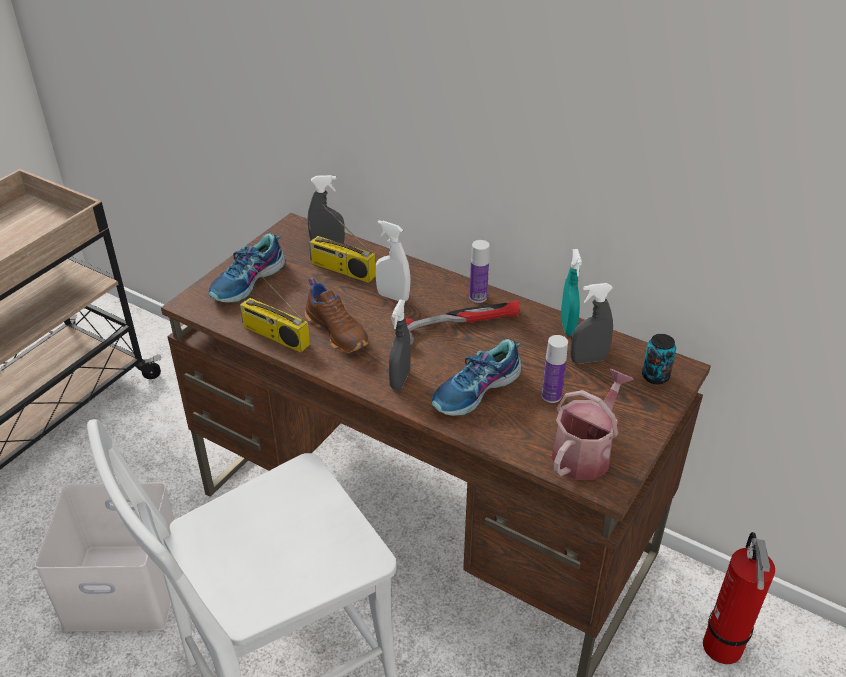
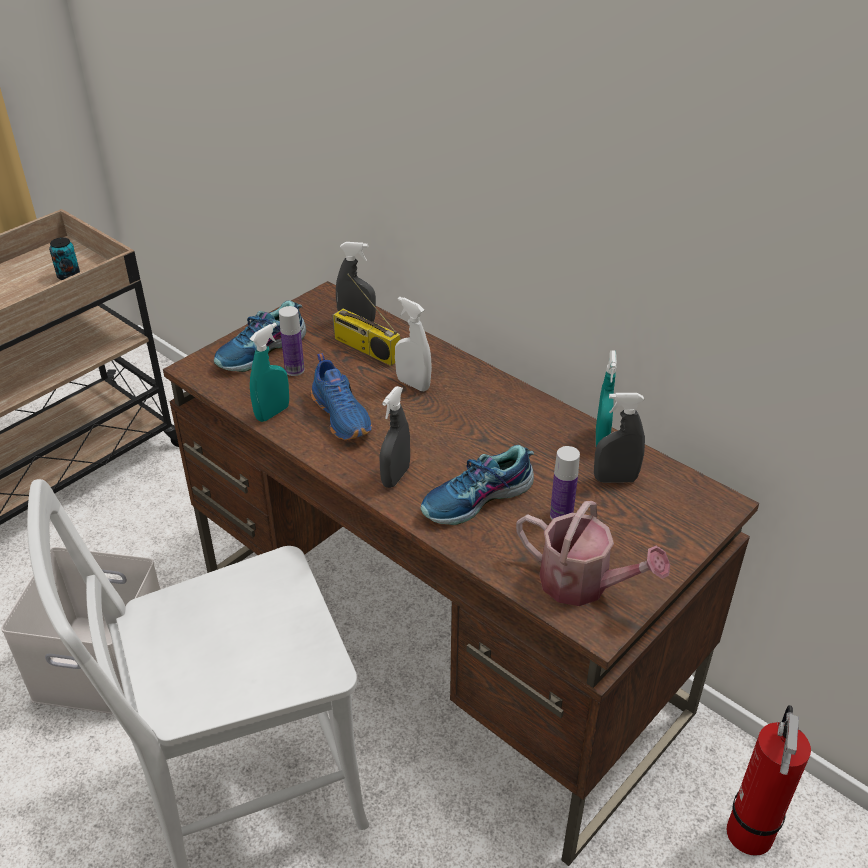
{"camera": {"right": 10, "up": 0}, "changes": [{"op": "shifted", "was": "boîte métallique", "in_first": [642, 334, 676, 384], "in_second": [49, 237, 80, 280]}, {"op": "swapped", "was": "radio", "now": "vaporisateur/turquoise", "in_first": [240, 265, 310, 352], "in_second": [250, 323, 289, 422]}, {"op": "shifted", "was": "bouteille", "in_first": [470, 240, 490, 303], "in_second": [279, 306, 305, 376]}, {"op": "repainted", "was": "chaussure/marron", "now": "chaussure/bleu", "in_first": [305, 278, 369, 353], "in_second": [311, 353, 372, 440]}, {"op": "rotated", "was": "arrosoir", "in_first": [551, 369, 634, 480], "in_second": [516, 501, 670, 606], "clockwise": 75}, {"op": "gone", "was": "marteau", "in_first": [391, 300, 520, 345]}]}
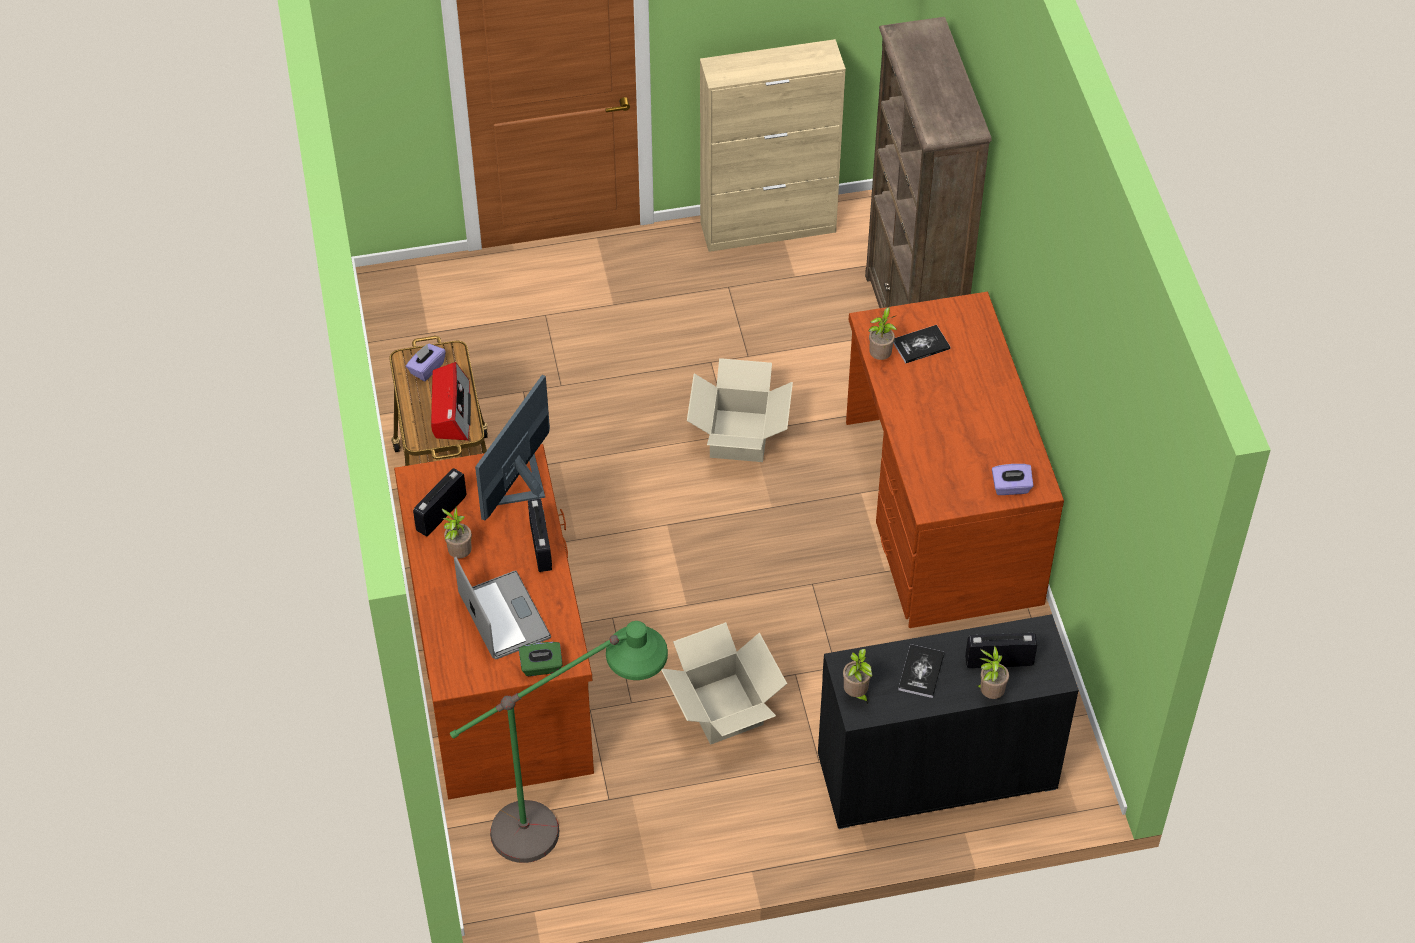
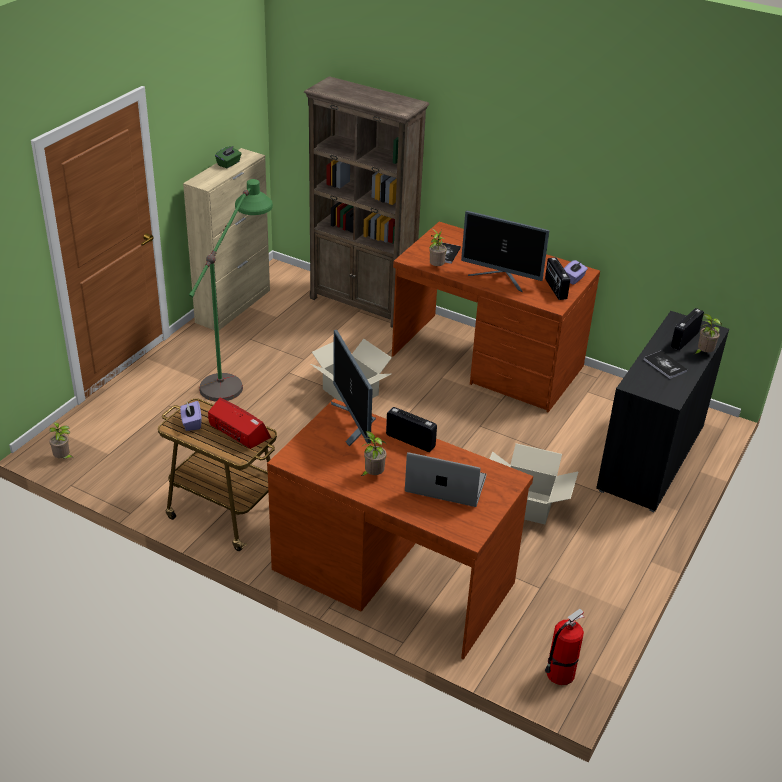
{"camera": {"right": -50, "up": -15}, "changes": [{"op": "shifted", "was": "plante en pot", "in_first": [843, 649, 872, 705], "in_second": [49, 422, 74, 459]}, {"op": "shifted", "was": "lampadaire/vert", "in_first": [450, 621, 668, 863], "in_second": [189, 179, 273, 402]}, {"op": "shifted", "was": "boîte à mouchoirs/vert", "in_first": [519, 642, 563, 676], "in_second": [215, 146, 242, 168]}, {"op": "new", "now": "écran d'ordinateur", "in_second": [461, 211, 550, 292]}, {"op": "new", "now": "extincteur", "in_second": [544, 609, 584, 685]}, {"op": "shifted", "was": "radio", "in_first": [413, 468, 466, 536], "in_second": [545, 257, 570, 300]}]}
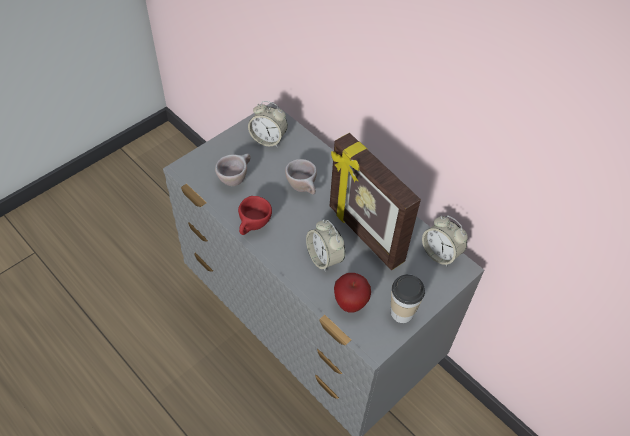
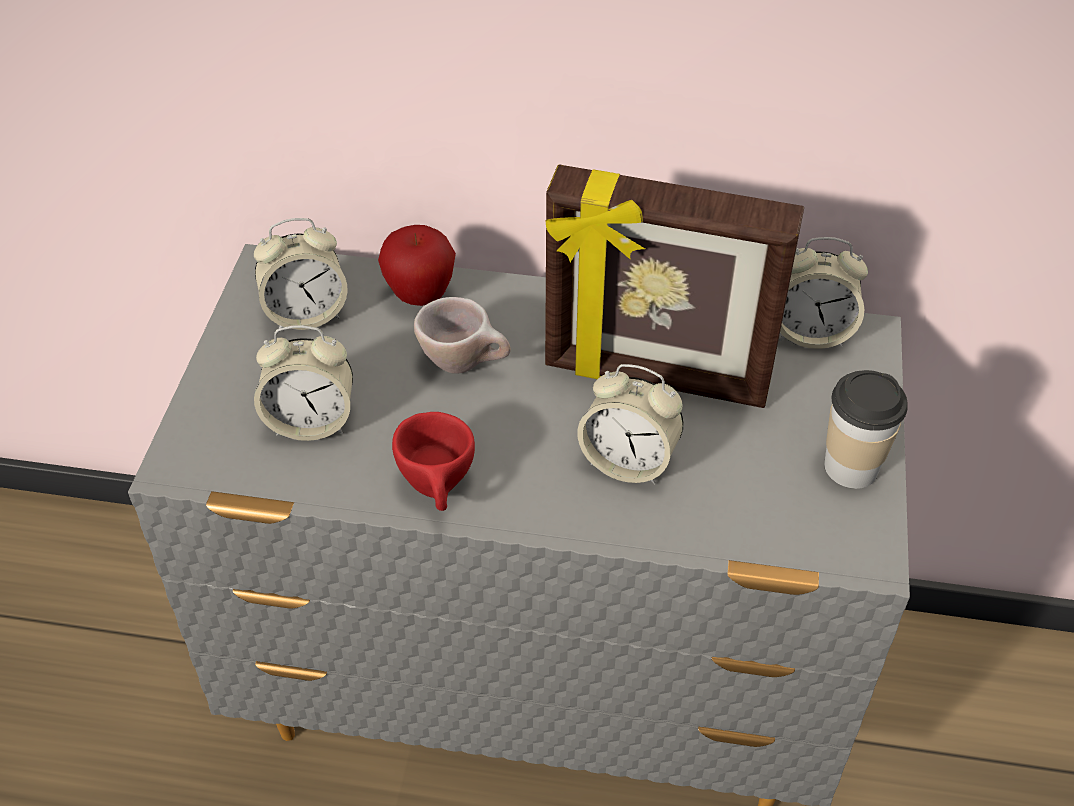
{"camera": {"right": -35, "up": -5}, "changes": [{"op": "swapped", "was": "tasse/beige", "now": "réveil", "in_first": [215, 154, 251, 186], "in_second": [254, 325, 353, 441]}, {"op": "shifted", "was": "pomme", "in_first": [334, 273, 371, 313], "in_second": [378, 225, 456, 306]}]}
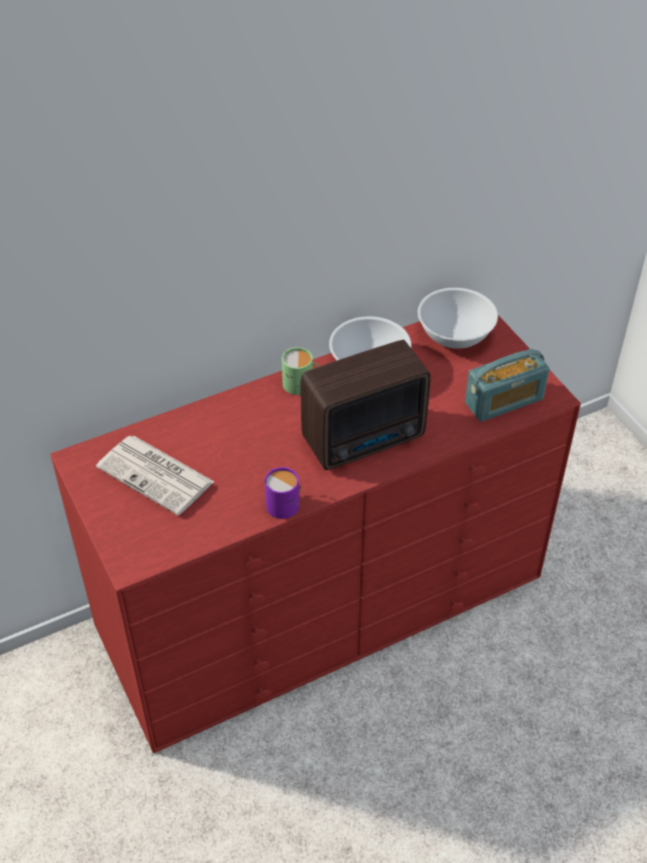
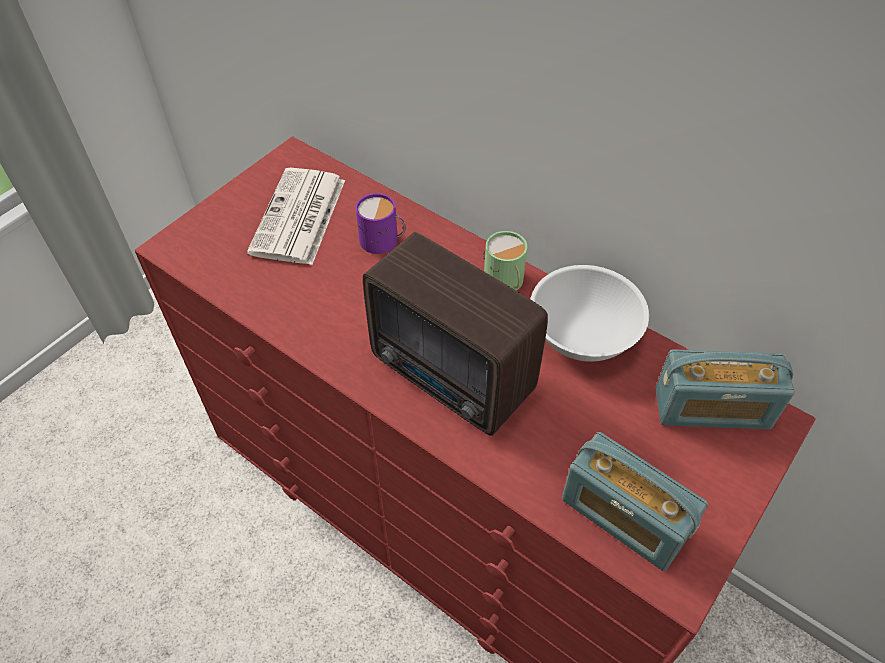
{"camera": {"right": 65, "up": 5}, "changes": [{"op": "shifted", "was": "mug/violet", "in_first": [265, 467, 301, 519], "in_second": [356, 193, 406, 254]}, {"op": "swapped", "was": "bol/blanc", "now": "radio", "in_first": [418, 288, 498, 349], "in_second": [656, 349, 795, 429]}]}
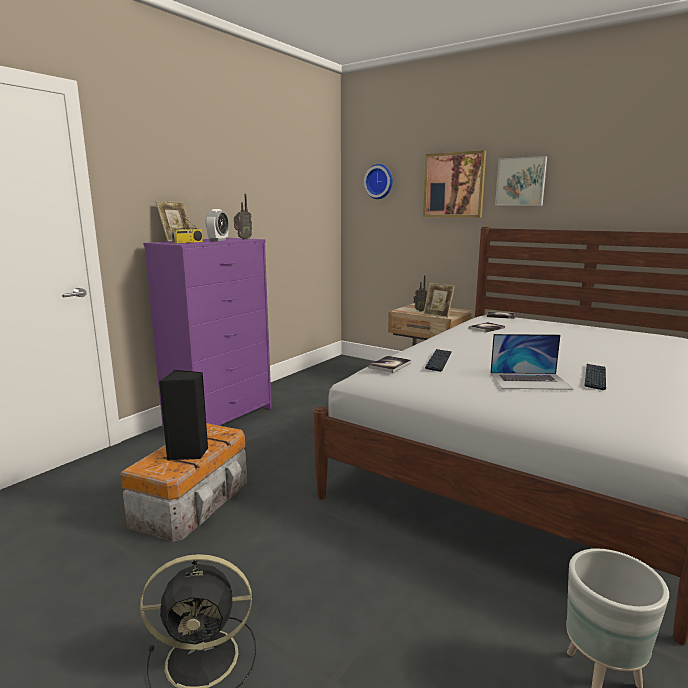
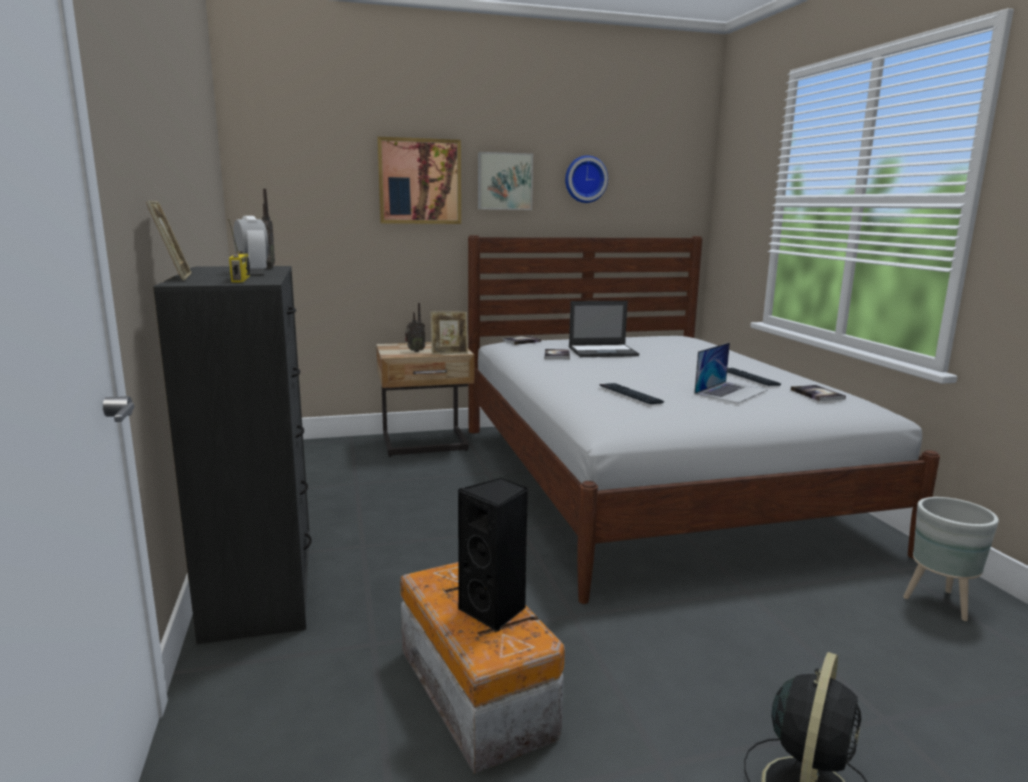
{"camera": {"right": -50, "up": 0}, "changes": [{"op": "repainted", "was": "commode/violet", "now": "commode/noir", "in_first": [143, 238, 272, 429], "in_second": [153, 266, 312, 644]}, {"op": "shifted", "was": "horloge murale", "in_first": [364, 164, 393, 199], "in_second": [565, 155, 608, 203]}, {"op": "new", "now": "ordinateur portable", "in_second": [569, 301, 639, 357]}, {"op": "shifted", "was": "livre", "in_first": [368, 356, 411, 373], "in_second": [791, 385, 846, 401]}]}
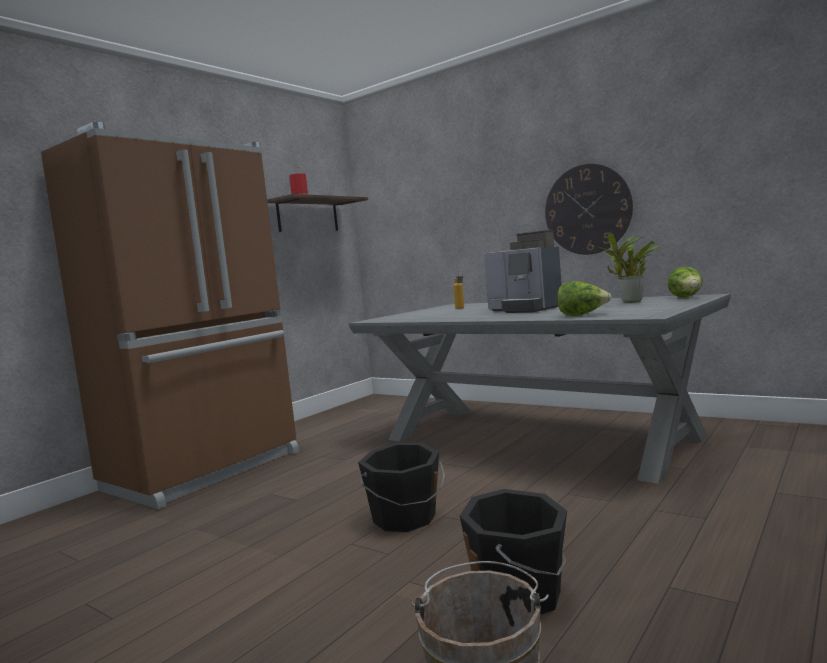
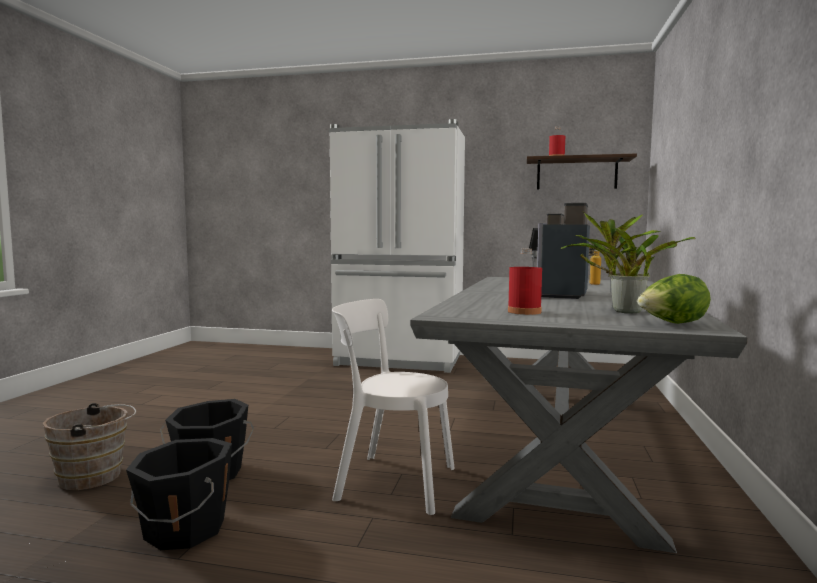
{"camera": {"right": 65, "up": 0}, "changes": [{"op": "shifted", "was": "seau/noir", "in_first": [358, 442, 445, 532], "in_second": [126, 438, 232, 550]}, {"op": "repainted", "was": "réfrigérateur/marron", "now": "réfrigérateur/blanc", "in_first": [41, 122, 299, 509], "in_second": [329, 119, 465, 373]}, {"op": "new", "now": "chaise/blanc", "in_second": [332, 299, 455, 515]}, {"op": "new", "now": "bouteille/rouge", "in_second": [508, 248, 542, 315]}, {"op": "gone", "was": "horloge murale", "in_first": [545, 164, 633, 255]}, {"op": "gone", "was": "laitue", "in_first": [557, 281, 611, 316]}]}
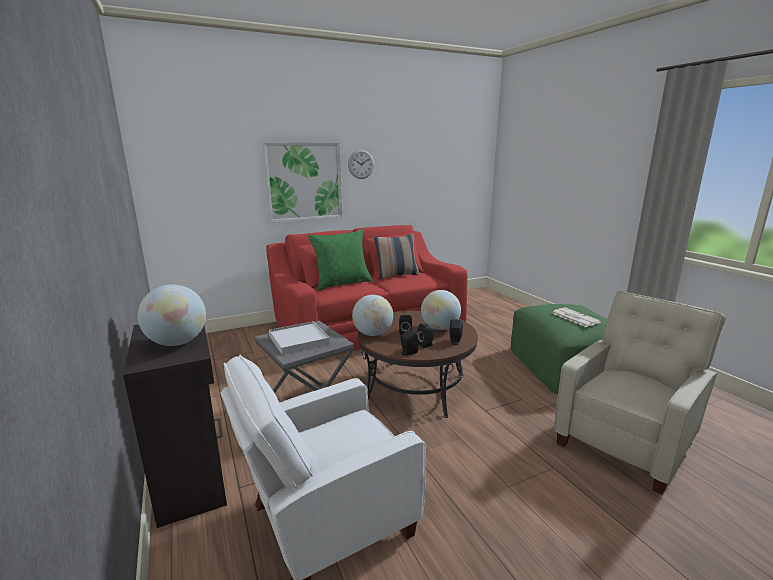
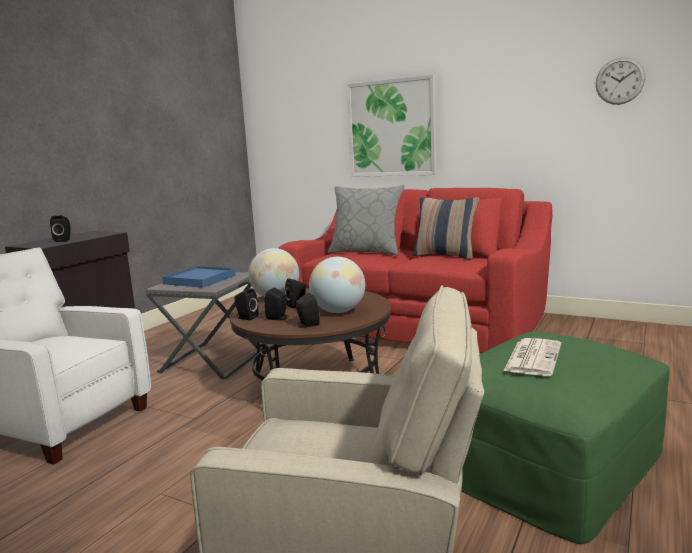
{"camera": {"right": 55, "up": -5}, "changes": [{"op": "swapped", "was": "globe", "now": "enceinte/noir", "in_first": [138, 285, 206, 346], "in_second": [50, 215, 71, 242]}, {"op": "repainted", "was": "plateau/blanc", "now": "plateau/bleu", "in_first": [269, 321, 330, 355], "in_second": [162, 266, 235, 288]}, {"op": "repainted", "was": "coussin/vert", "now": "coussin/gris", "in_first": [308, 229, 373, 291], "in_second": [328, 185, 405, 255]}, {"op": "shifted", "was": "horloge murale", "in_first": [348, 150, 374, 179], "in_second": [596, 57, 646, 105]}]}
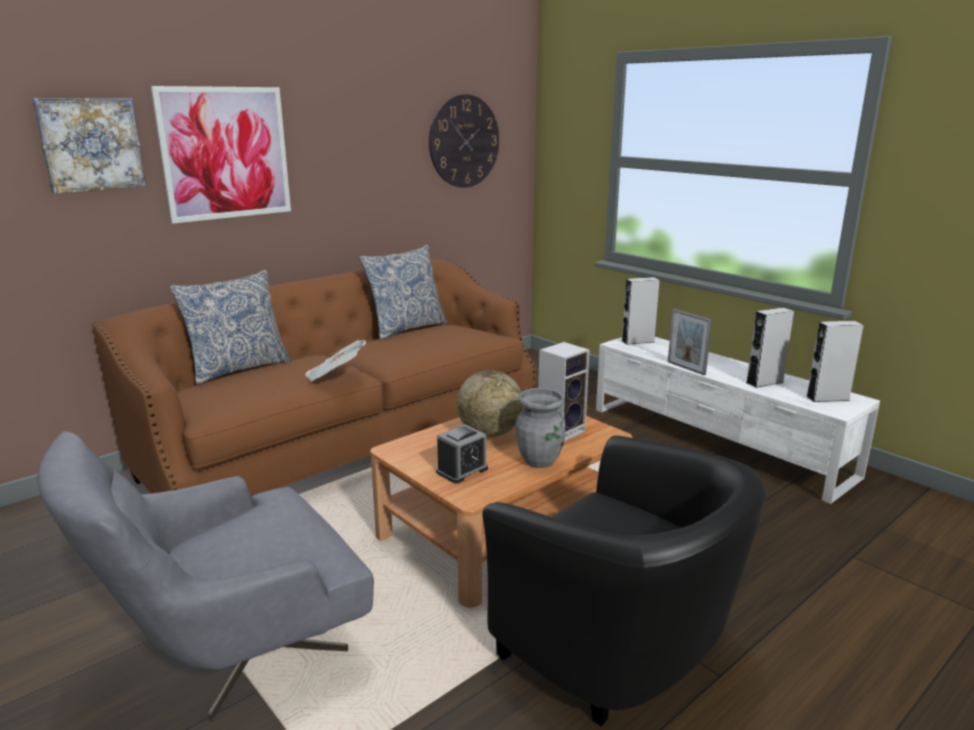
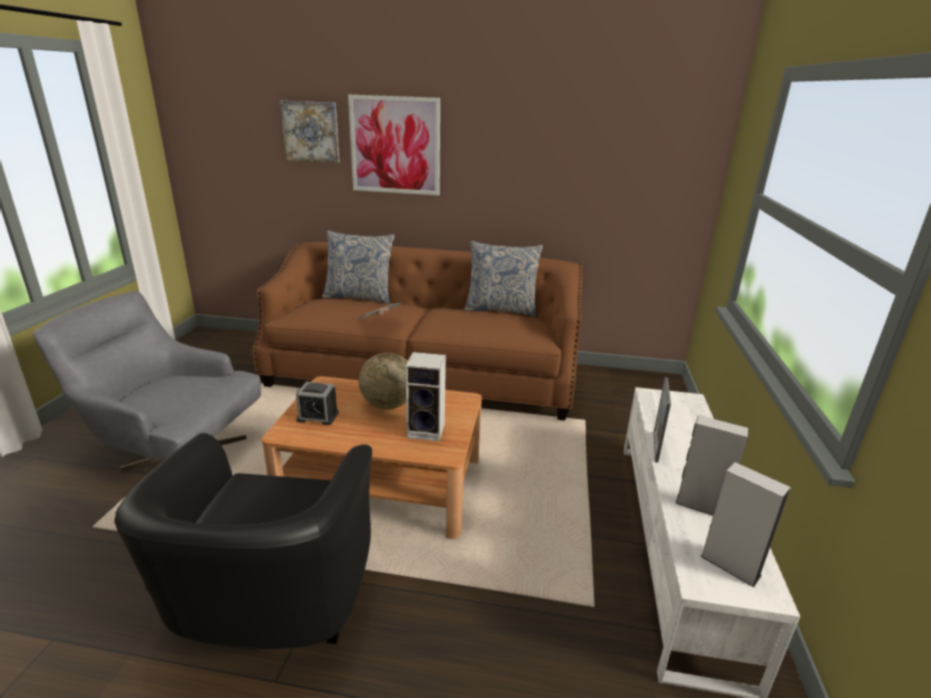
{"camera": {"right": 50, "up": 5}, "changes": [{"op": "gone", "was": "horloge murale", "in_first": [429, 94, 499, 188]}, {"op": "gone", "was": "vase/gris", "in_first": [516, 388, 565, 468]}, {"op": "gone", "was": "enceinte/gris", "in_first": [622, 277, 660, 345]}]}
